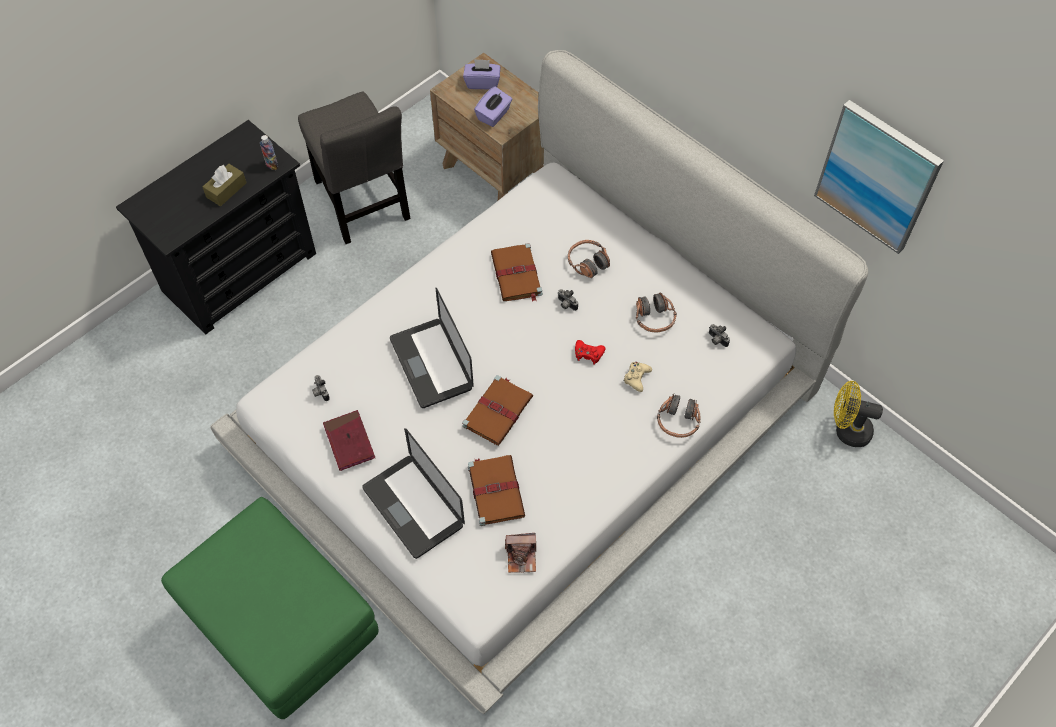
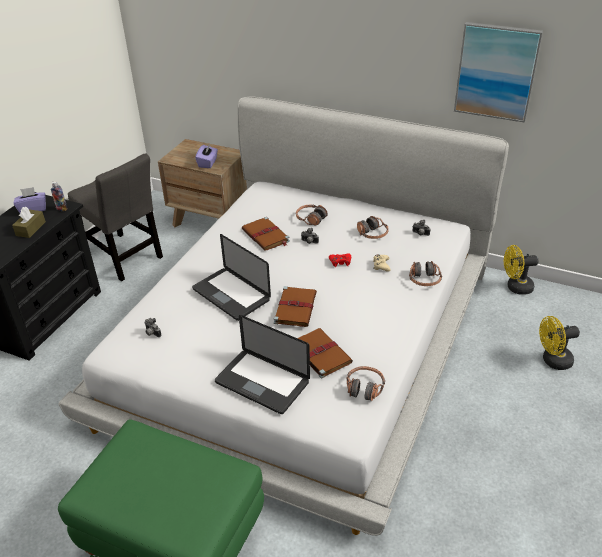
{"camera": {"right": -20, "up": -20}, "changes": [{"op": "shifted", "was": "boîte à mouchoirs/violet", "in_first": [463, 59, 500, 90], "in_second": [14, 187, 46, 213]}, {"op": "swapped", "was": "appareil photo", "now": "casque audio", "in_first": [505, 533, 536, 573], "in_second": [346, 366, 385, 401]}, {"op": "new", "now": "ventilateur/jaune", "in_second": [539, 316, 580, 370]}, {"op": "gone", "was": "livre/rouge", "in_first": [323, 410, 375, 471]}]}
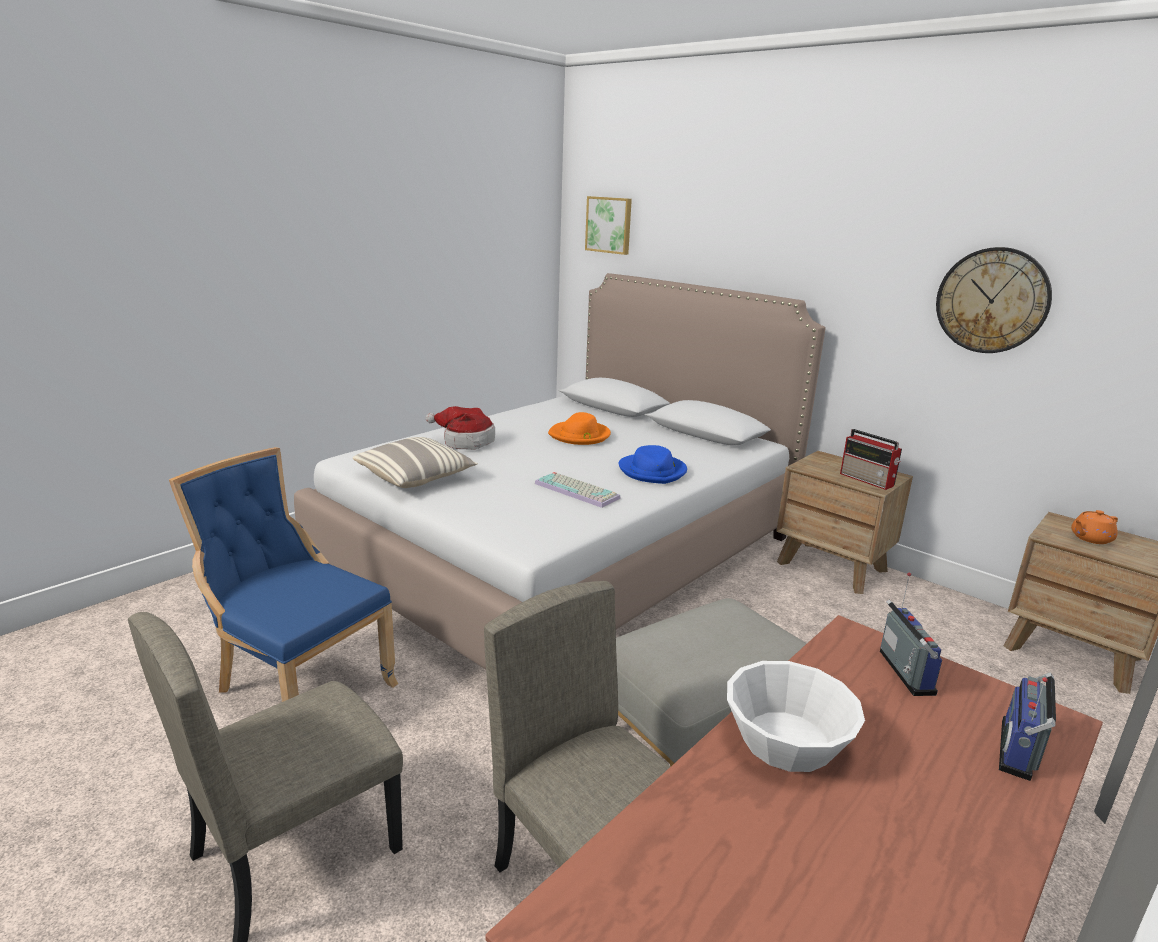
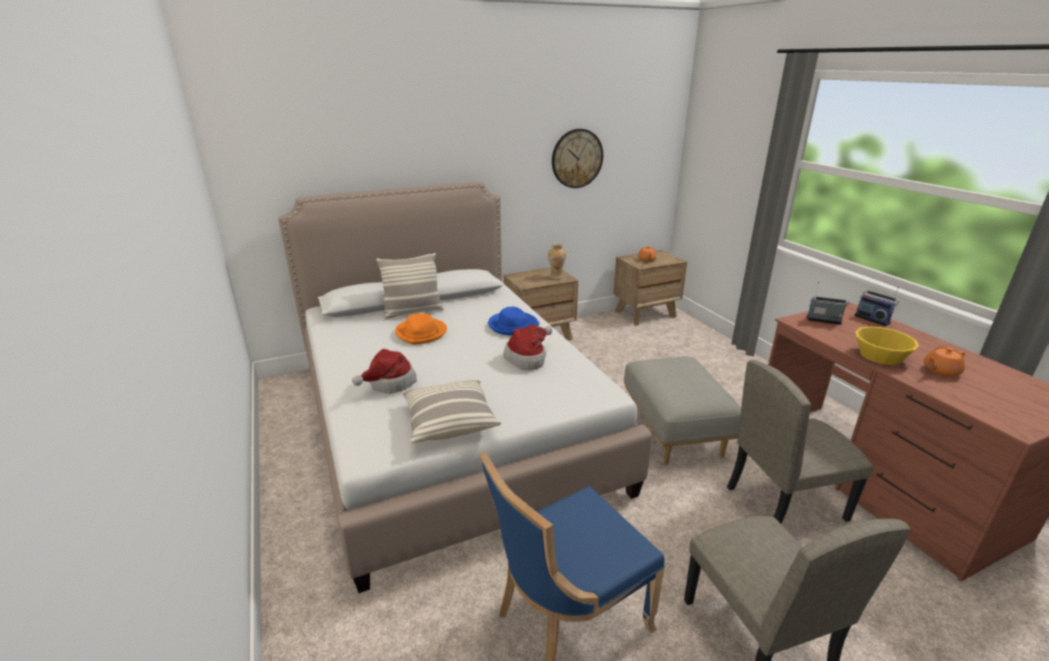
{"camera": {"right": -65, "up": 5}, "changes": [{"op": "new", "now": "coussin", "in_second": [376, 253, 444, 320]}, {"op": "swapped", "was": "clavier", "now": "chapeau", "in_first": [535, 472, 621, 508], "in_second": [503, 324, 552, 370]}, {"op": "swapped", "was": "radio", "now": "vase", "in_first": [840, 429, 902, 490], "in_second": [548, 243, 566, 279]}, {"op": "repainted", "was": "bol/blanc", "now": "bol/jaune", "in_first": [727, 661, 865, 772], "in_second": [855, 326, 919, 365]}, {"op": "new", "now": "théière/orange", "in_second": [924, 347, 965, 377]}, {"op": "gone", "was": "tableau", "in_first": [585, 196, 632, 255]}]}
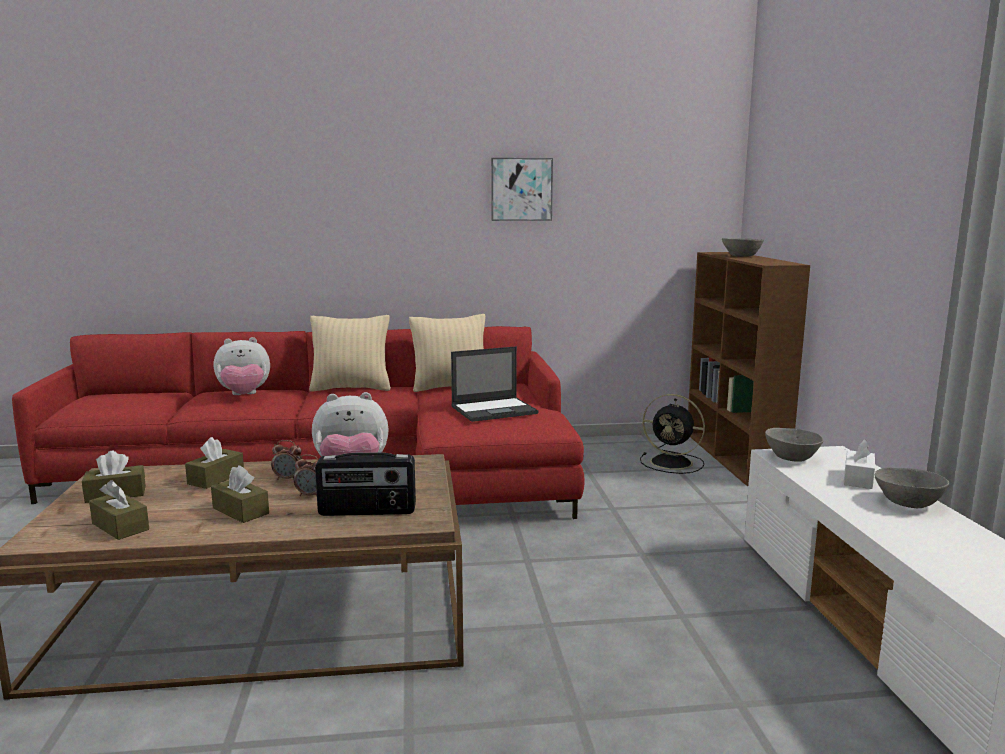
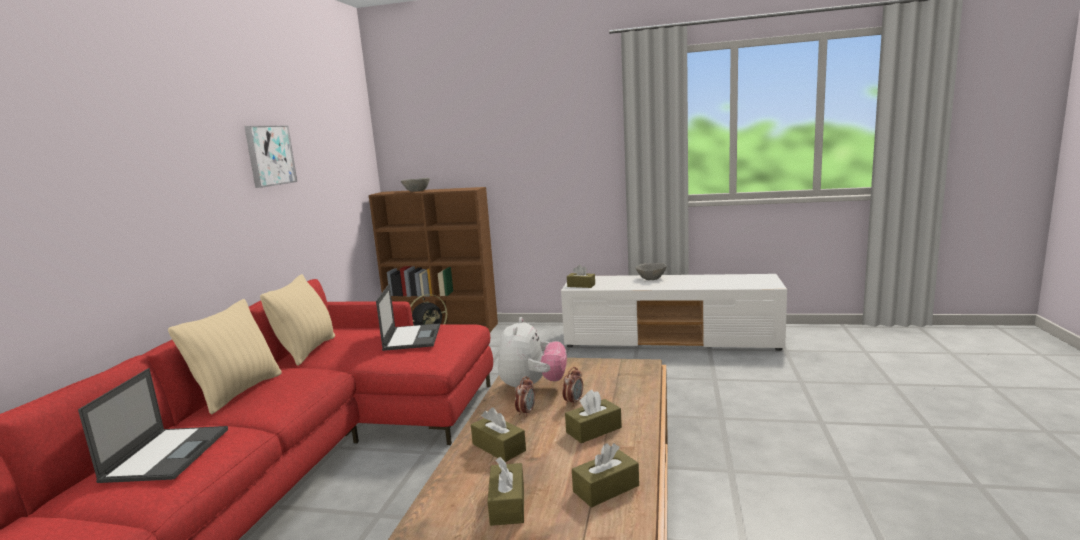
{"camera": {"right": -70, "up": 0}, "changes": [{"op": "swapped", "was": "peluche", "now": "ordinateur portable", "in_first": [214, 337, 270, 395], "in_second": [78, 368, 228, 483]}, {"op": "swapped", "was": "bol/gris", "now": "boîte à mouchoirs/marron", "in_first": [765, 428, 824, 462], "in_second": [567, 265, 595, 288]}, {"op": "gone", "was": "radio", "in_first": [315, 452, 416, 516]}, {"op": "gone", "was": "boîte à mouchoirs/blanc", "in_first": [843, 440, 875, 489]}]}
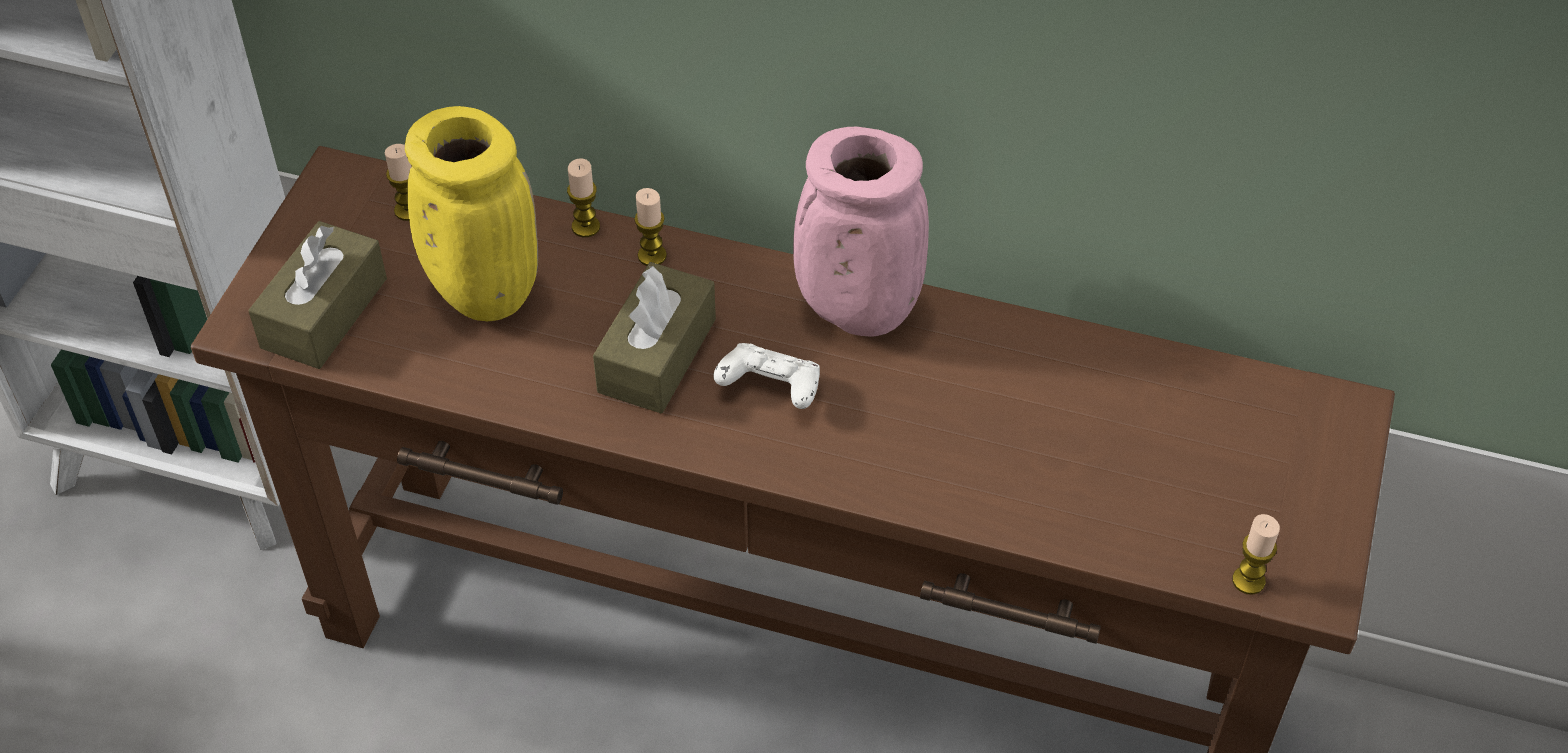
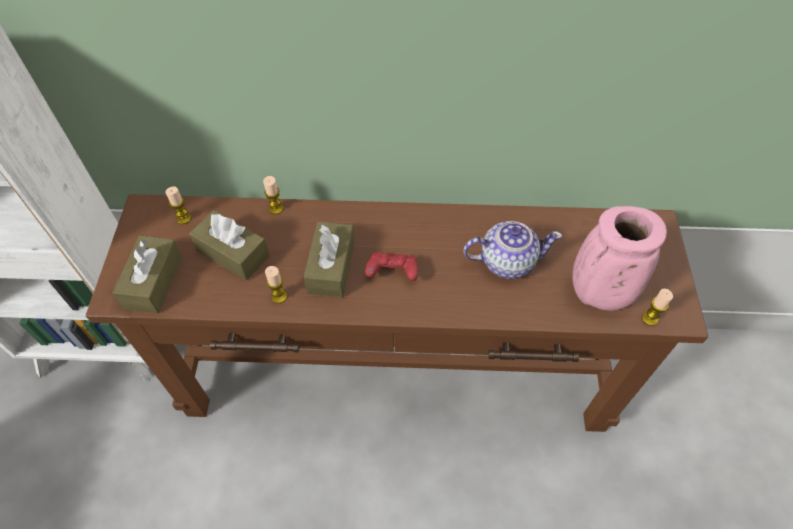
{"camera": {"right": -15, "up": 5}, "changes": [{"op": "swapped", "was": "vase/jaune", "now": "boîte à mouchoirs/marron", "in_first": [405, 106, 538, 321], "in_second": [189, 210, 269, 280]}, {"op": "shifted", "was": "bougie", "in_first": [634, 188, 667, 266], "in_second": [265, 266, 287, 303]}, {"op": "repainted", "was": "manette/blanc", "now": "manette/rouge", "in_first": [713, 343, 820, 409], "in_second": [365, 252, 418, 281]}, {"op": "new", "now": "théière", "in_second": [463, 221, 562, 279]}, {"op": "shifted", "was": "vase/rose", "in_first": [793, 127, 929, 337], "in_second": [572, 206, 667, 311]}]}
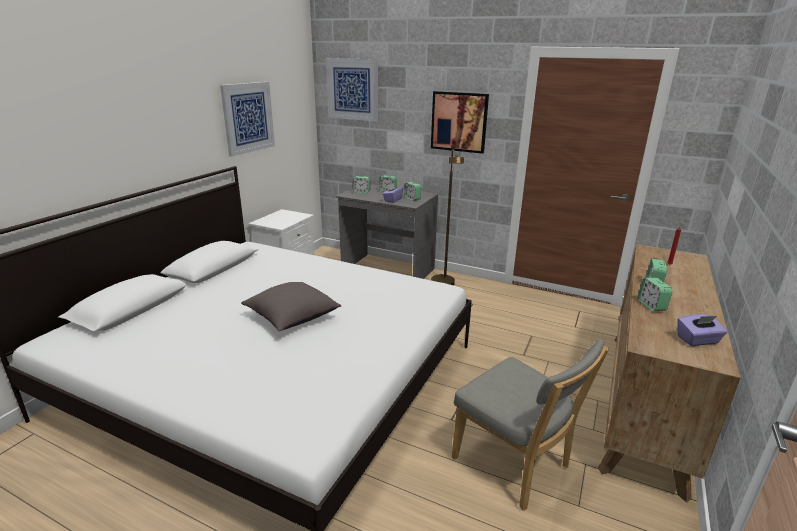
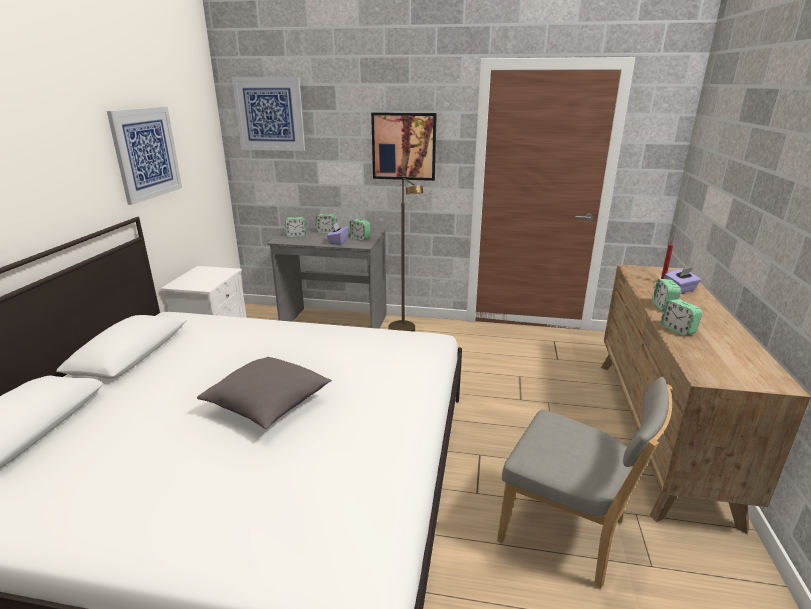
{"camera": {"right": -15, "up": 0}, "changes": [{"op": "shifted", "was": "boîte à mouchoirs/violet", "in_first": [677, 314, 728, 346], "in_second": [664, 268, 701, 294]}]}
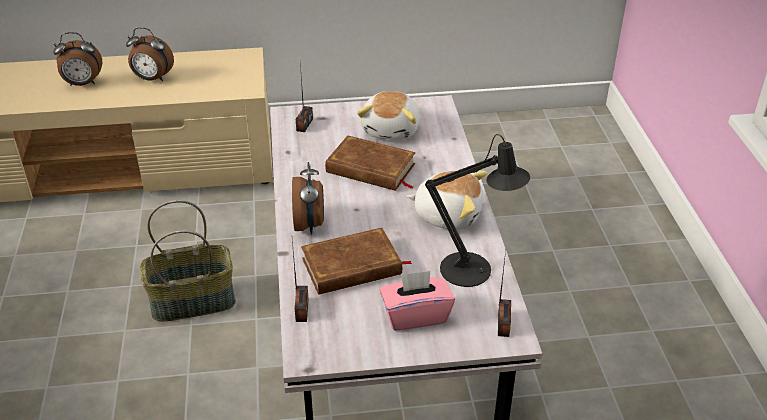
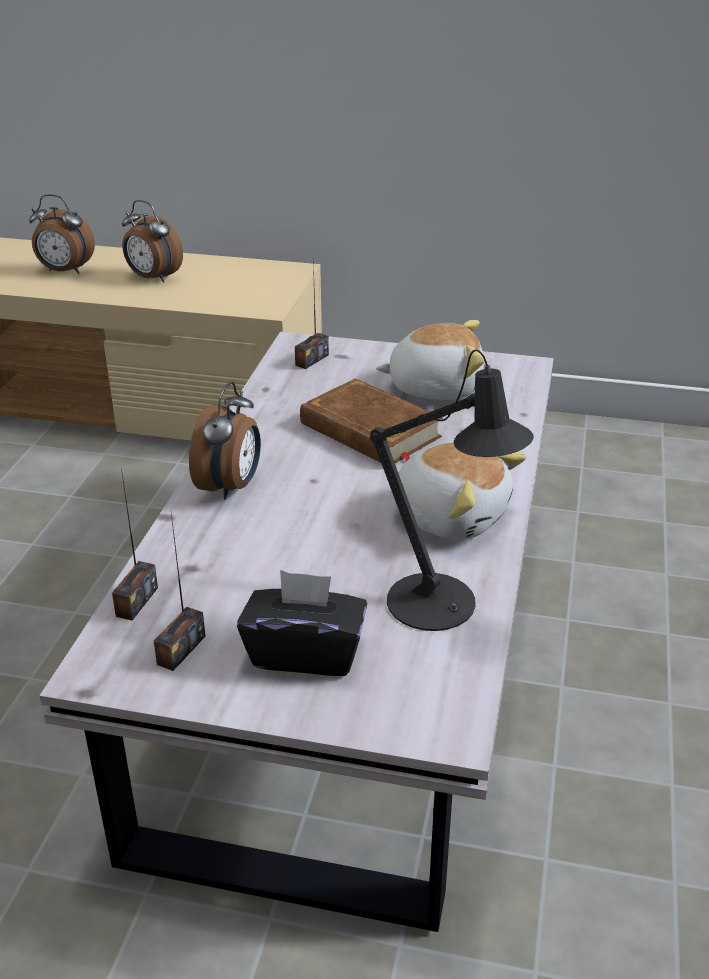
{"camera": {"right": 20, "up": -5}, "changes": [{"op": "shifted", "was": "radio", "in_first": [498, 251, 511, 337], "in_second": [153, 513, 205, 671]}, {"op": "repainted", "was": "boîte à mouchoirs/rose", "now": "boîte à mouchoirs/noir", "in_first": [379, 271, 455, 331], "in_second": [237, 570, 367, 676]}, {"op": "rotated", "was": "peluche", "in_first": [357, 91, 420, 140], "in_second": [376, 320, 485, 400], "clockwise": -120}, {"op": "gone", "was": "panier", "in_first": [140, 200, 236, 321]}, {"op": "gone", "was": "livre/marron", "in_first": [301, 228, 412, 295]}]}
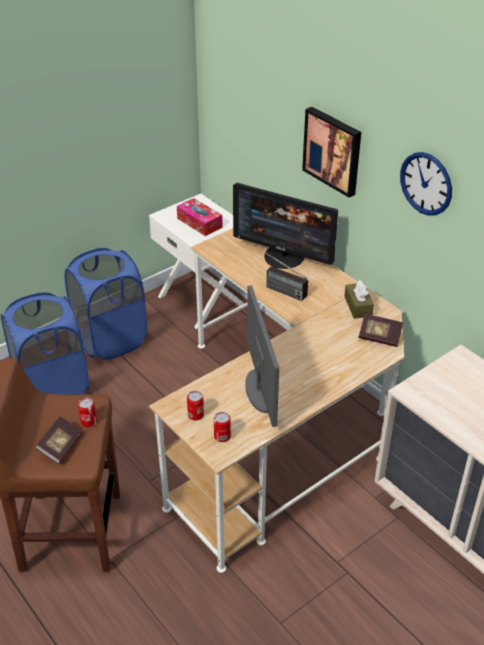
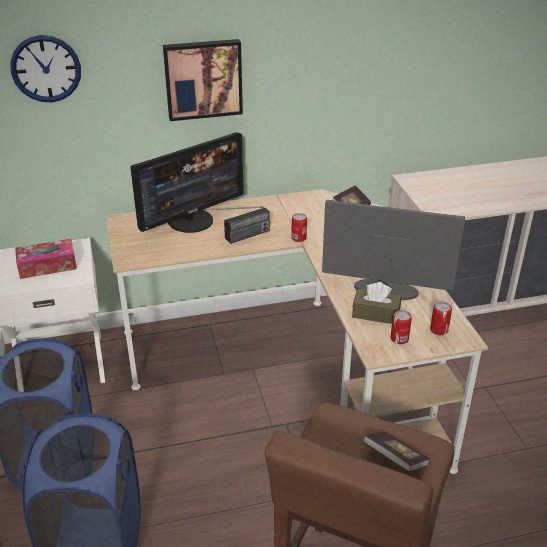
{"camera": {"right": -65, "up": -5}, "changes": [{"op": "shifted", "was": "horloge murale", "in_first": [400, 152, 452, 216], "in_second": [10, 35, 81, 102]}, {"op": "shifted", "was": "boîte métallique", "in_first": [78, 398, 97, 427], "in_second": [291, 213, 307, 242]}, {"op": "shifted", "was": "boîte à mouchoirs/marron", "in_first": [344, 280, 374, 319], "in_second": [352, 282, 401, 324]}]}
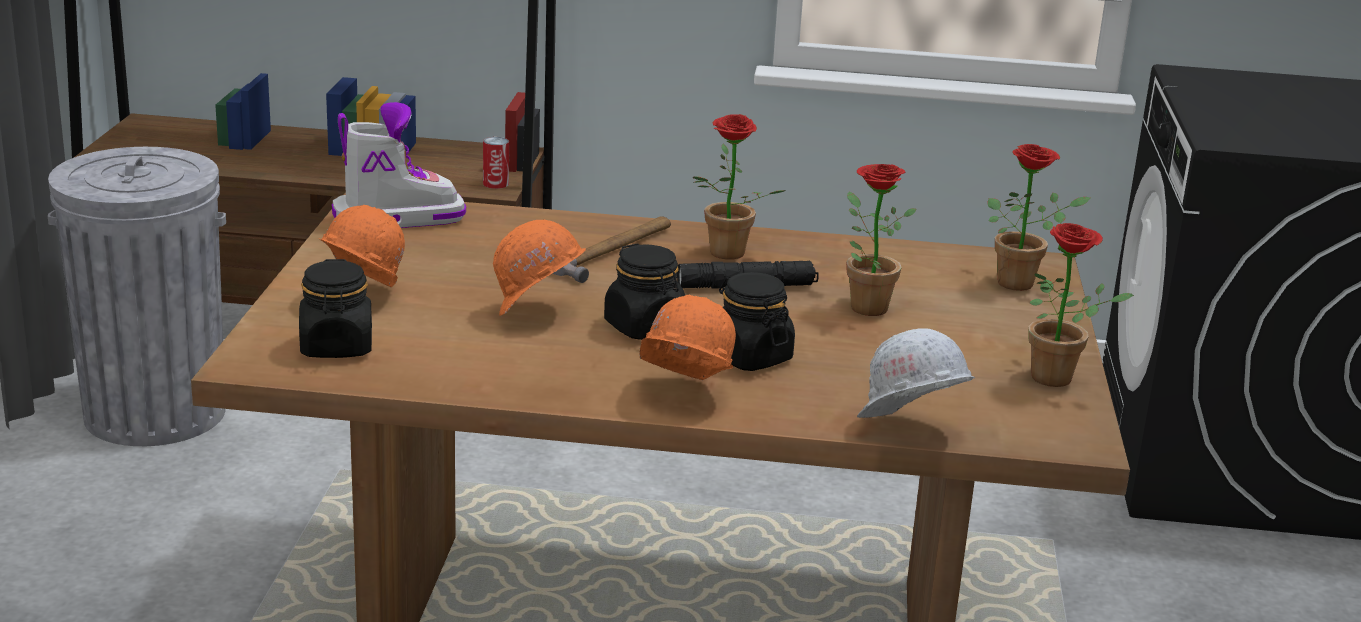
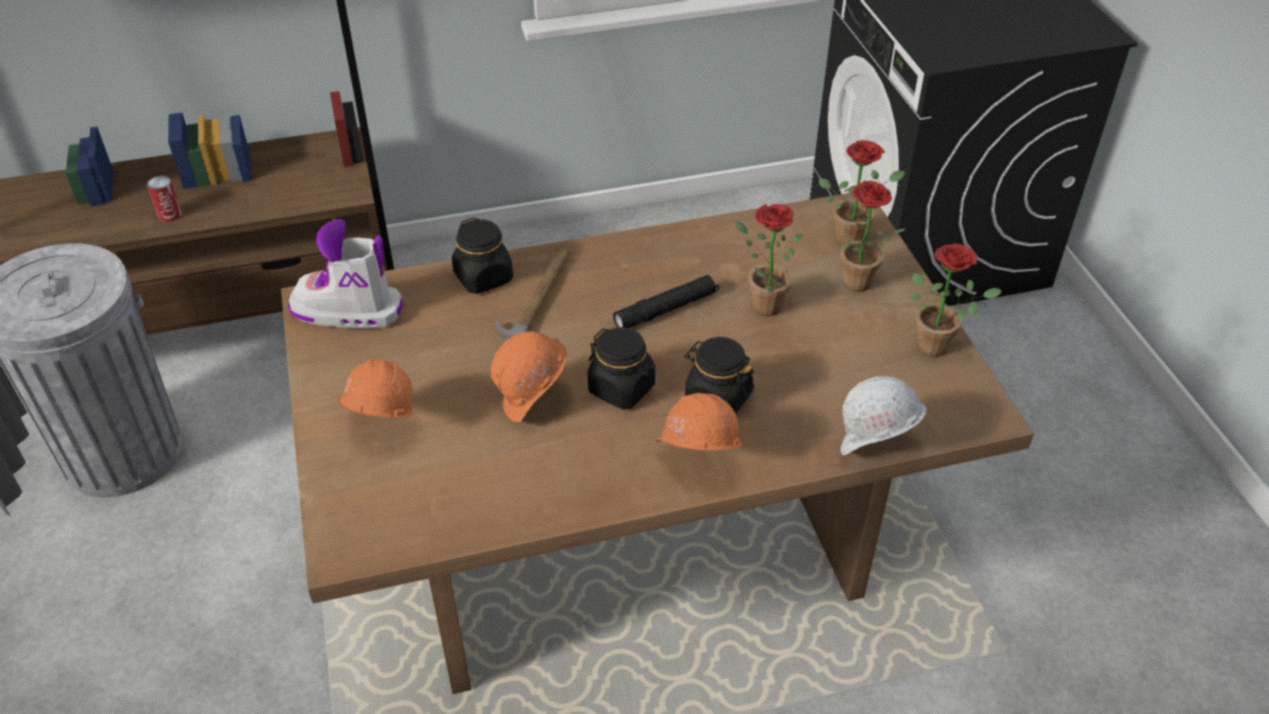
{"camera": {"right": -20, "up": 20}, "changes": [{"op": "shifted", "was": "boîte métallique", "in_first": [483, 137, 509, 189], "in_second": [147, 176, 182, 222]}, {"op": "rotated", "was": "botte", "in_first": [332, 102, 466, 228], "in_second": [288, 219, 403, 329], "clockwise": -135}, {"op": "shifted", "was": "bocal/noir", "in_first": [299, 259, 372, 358], "in_second": [452, 217, 513, 294]}, {"op": "shifted", "was": "plante en pot", "in_first": [693, 114, 786, 260], "in_second": [840, 181, 906, 292]}]}
